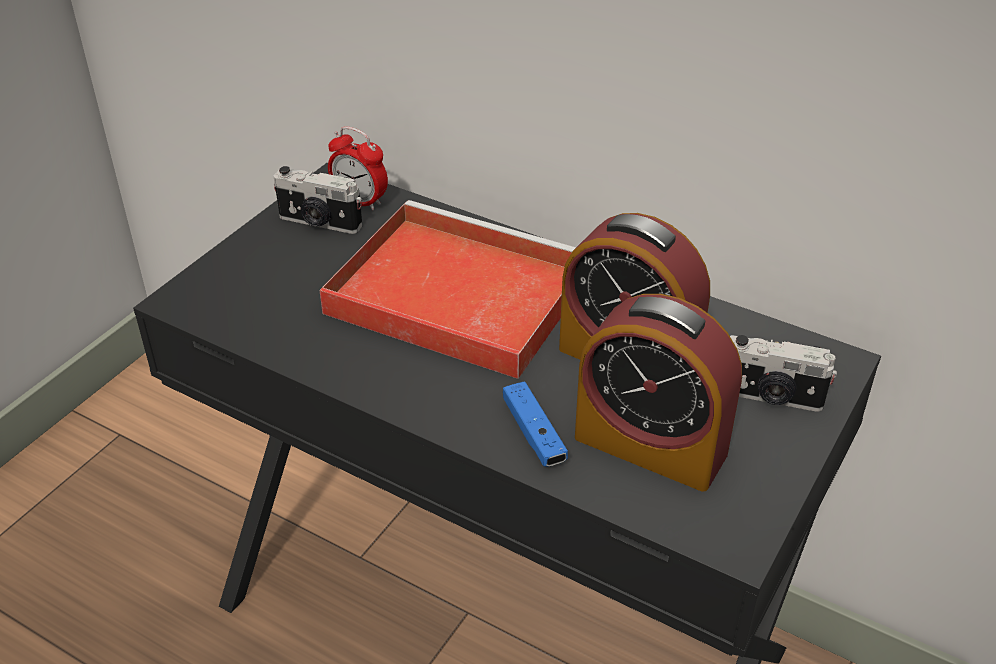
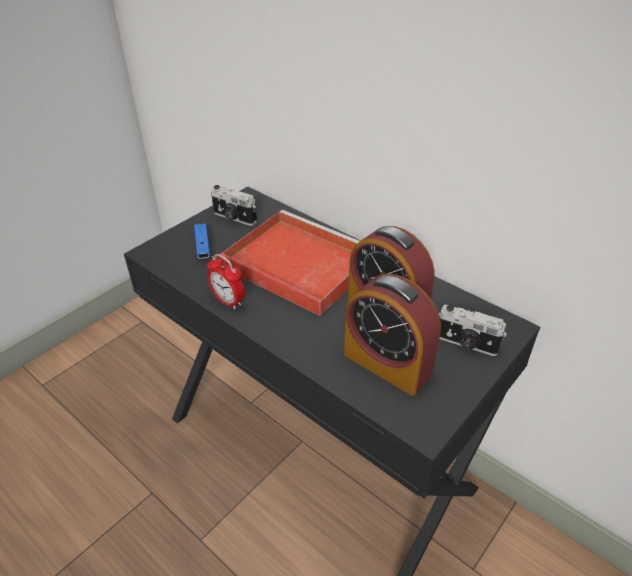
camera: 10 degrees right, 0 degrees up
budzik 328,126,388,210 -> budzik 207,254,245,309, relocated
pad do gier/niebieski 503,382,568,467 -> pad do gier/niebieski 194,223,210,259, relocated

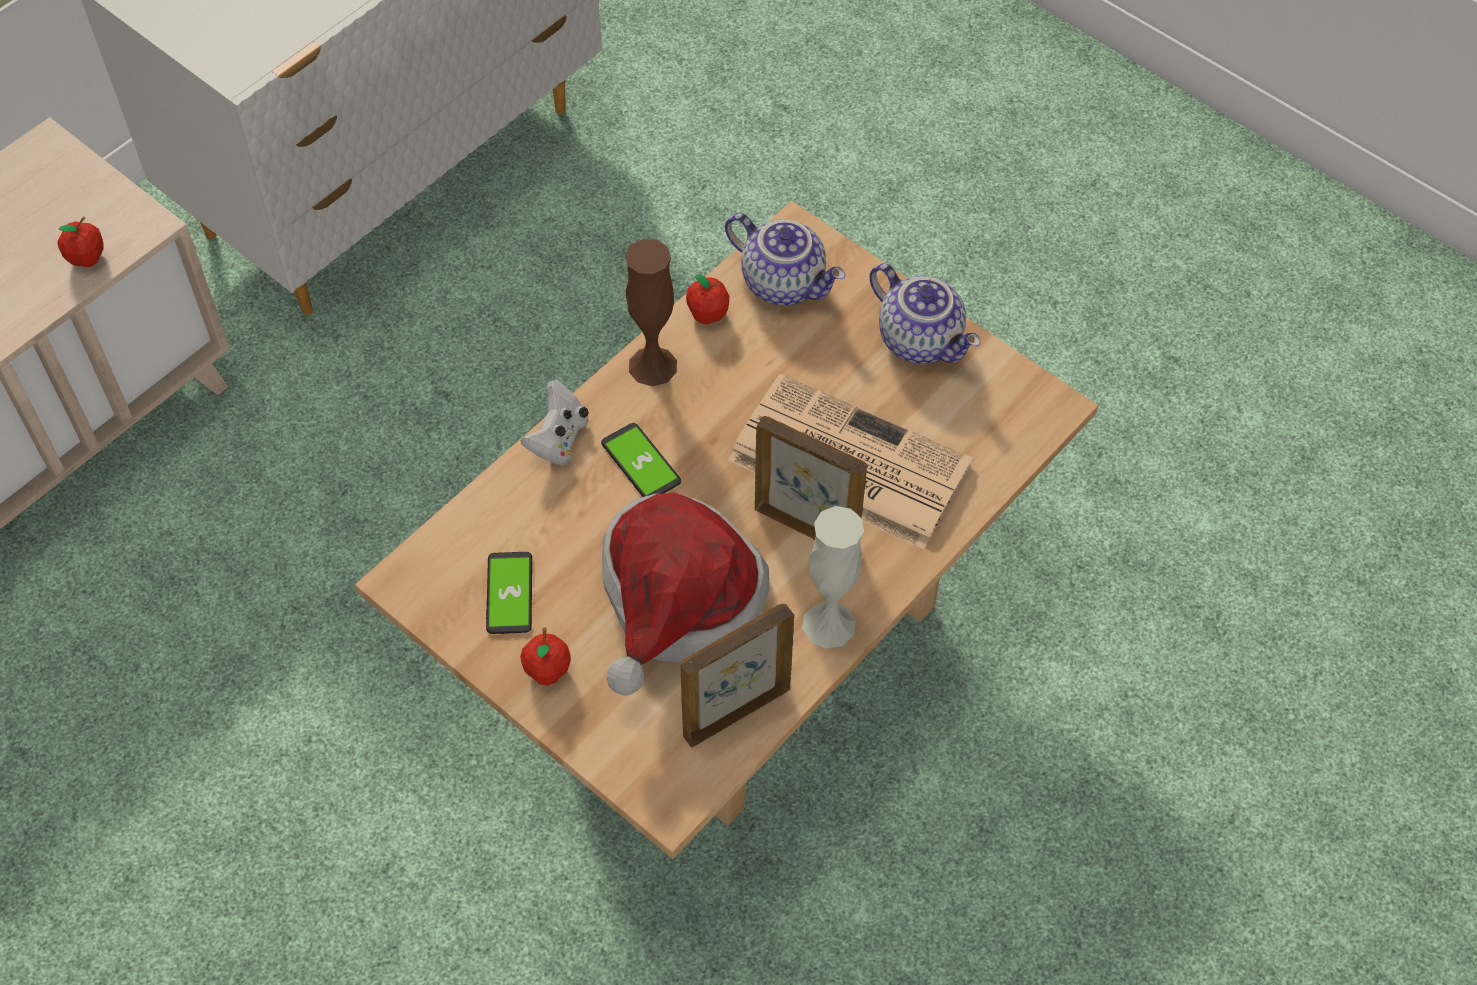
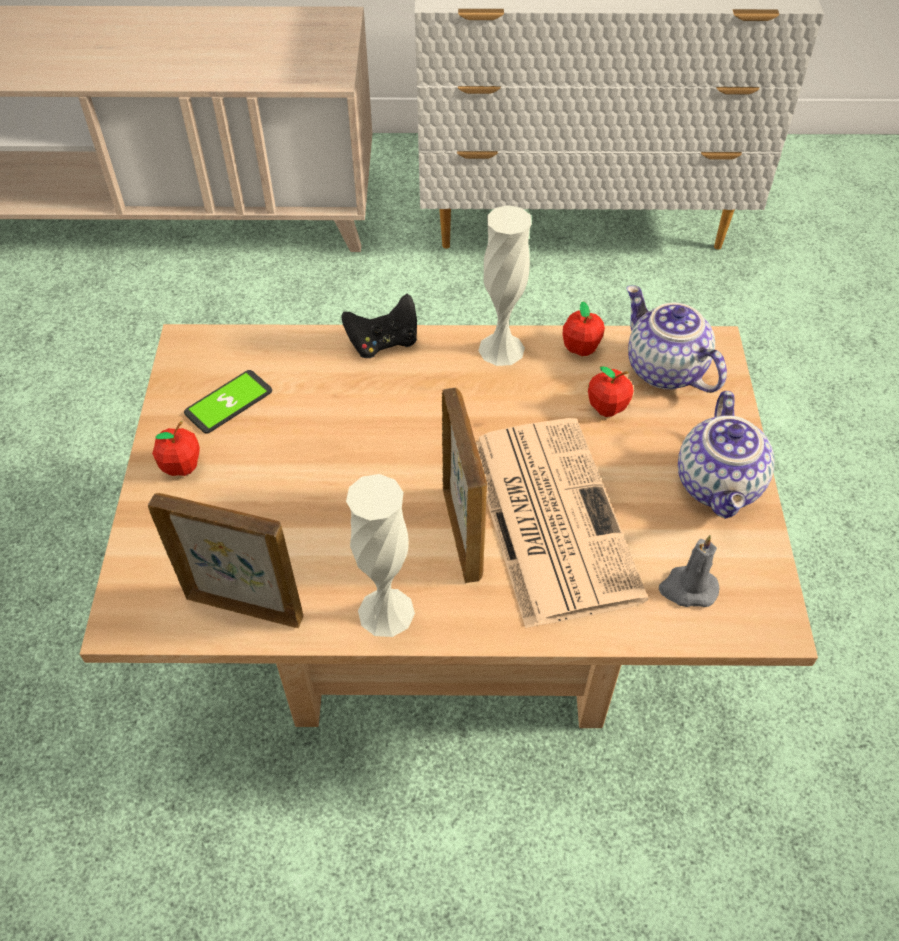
camera: 50 degrees right, 5 degrees down
jabłko 57,217,103,267 -> jabłko 588,366,634,417, relocated
pad do gier/biały 521,380,589,466 -> pad do gier/czarny 341,294,417,358
telefon 601,423,681,497 -> none
kapelusz 602,492,769,695 -> none
wazon/brązowy 625,239,677,386 -> wazon/biały 478,205,532,366
imbryk 725,213,845,305 -> imbryk 626,285,727,393, 150 degrees clockwise
none -> świeca/szary 659,535,719,607

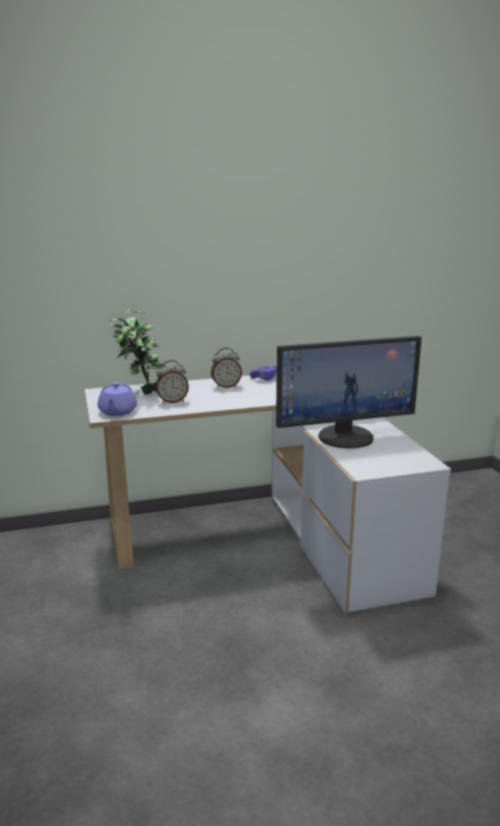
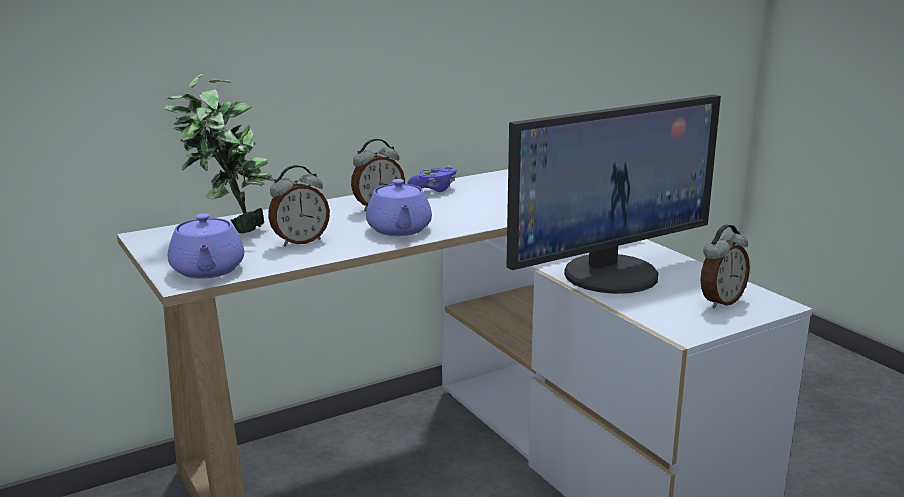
camera: 15 degrees left, 0 degrees up
none -> imbryk/fioletowy 366,179,432,236
none -> budzik 701,224,750,309

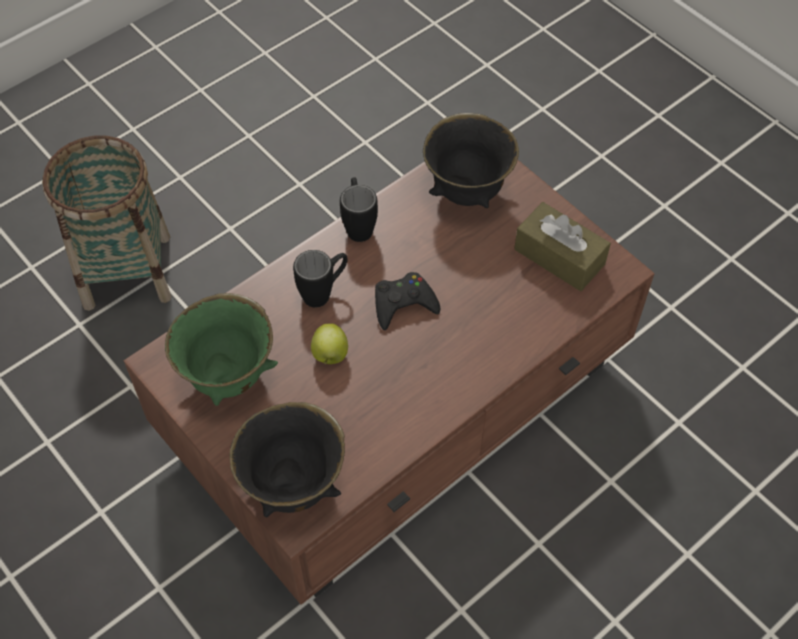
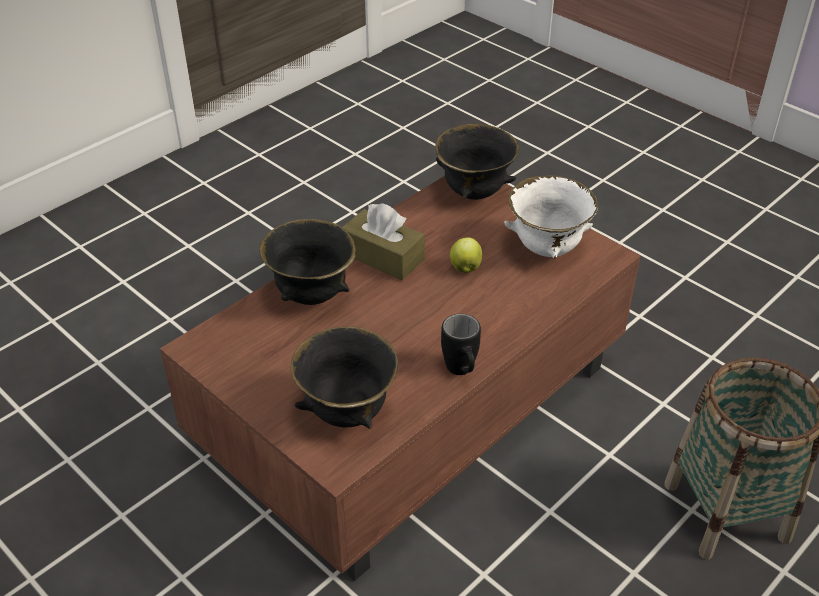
camera: 175 degrees right, 15 degrees down
miska/zielony 165,293,278,406 -> miska/biały 504,175,598,259
kubek/czarny 293,250,348,308 -> none
pad do gier/czarny 375,272,441,330 -> none
pudełko chusteczek/brązowy 514,202,611,291 -> pudełko chusteczek/brązowy 342,203,425,280, relocated
none -> miska/czarny 260,219,356,305

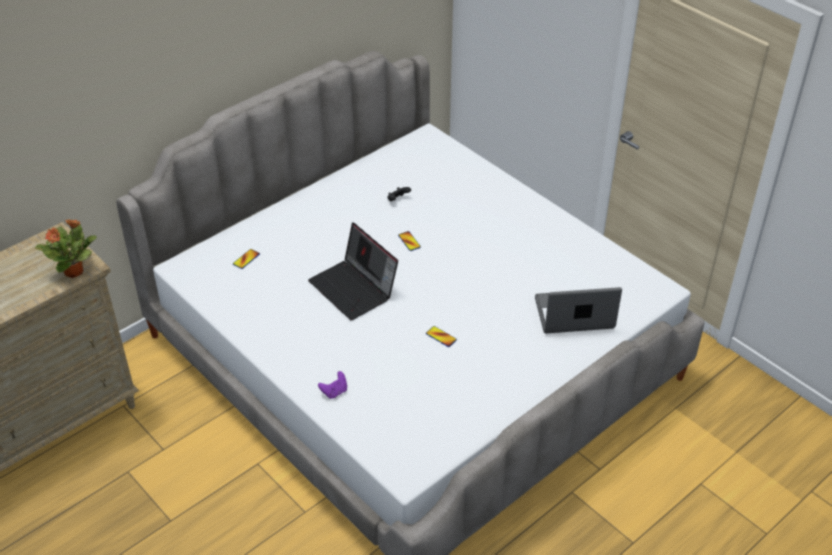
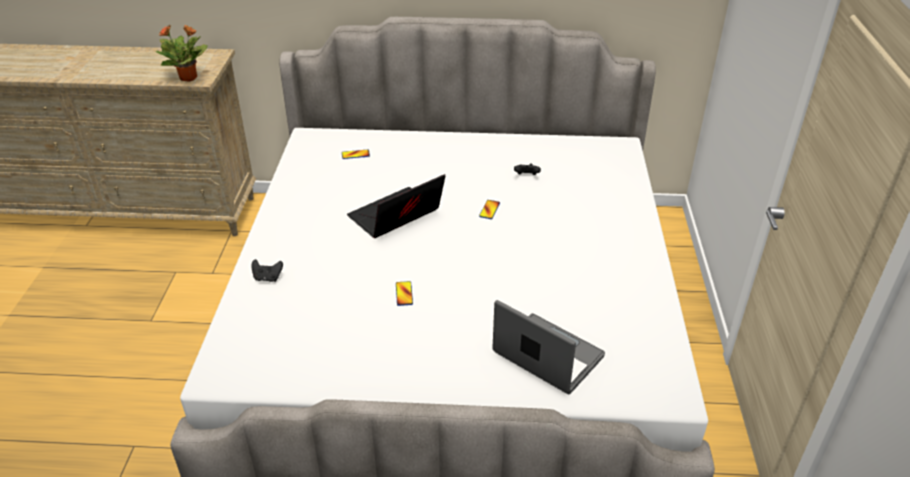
camera: 45 degrees right, 5 degrees down
laptop 308,222,398,320 -> laptop 347,174,445,238, 45 degrees clockwise
pad do gier/fioletowy 318,371,347,399 -> pad do gier/czarny 252,259,283,282

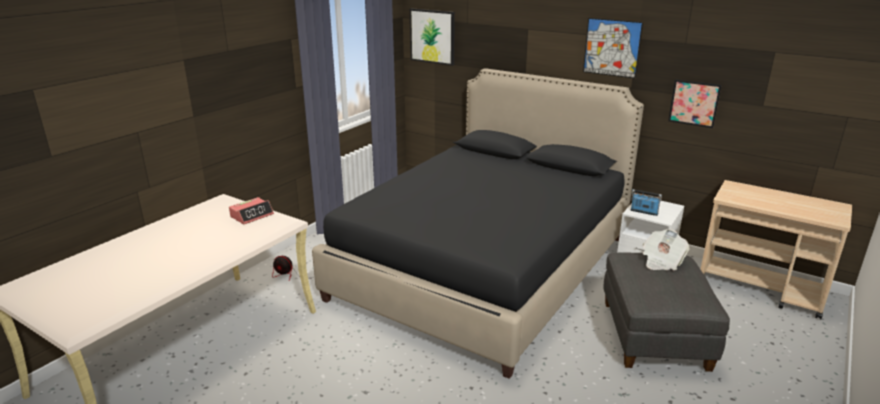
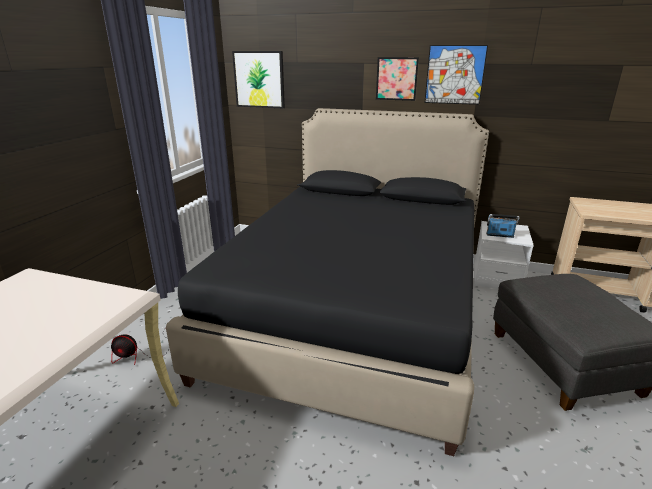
camera: 15 degrees left, 0 degrees up
budzik 229,197,274,225 -> none
gazeta 643,229,690,270 -> none
obraz 668,79,722,128 -> obraz 376,57,419,101, relocated

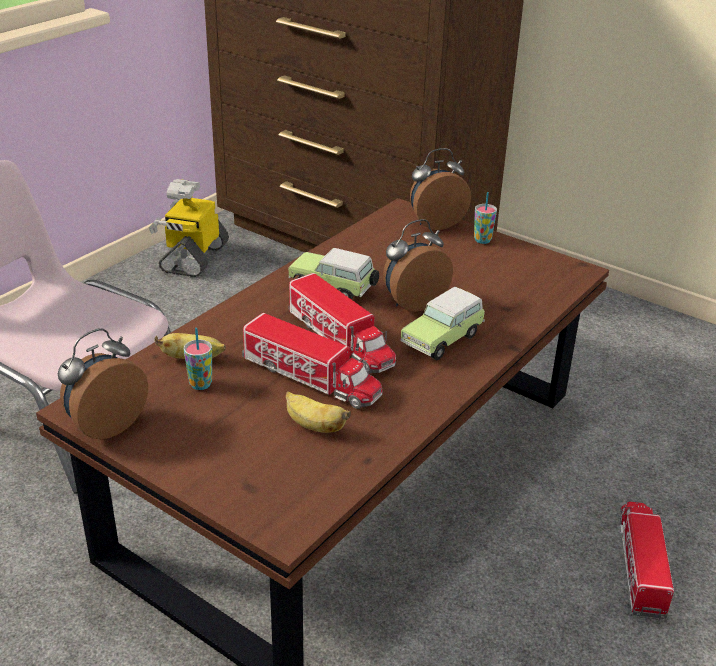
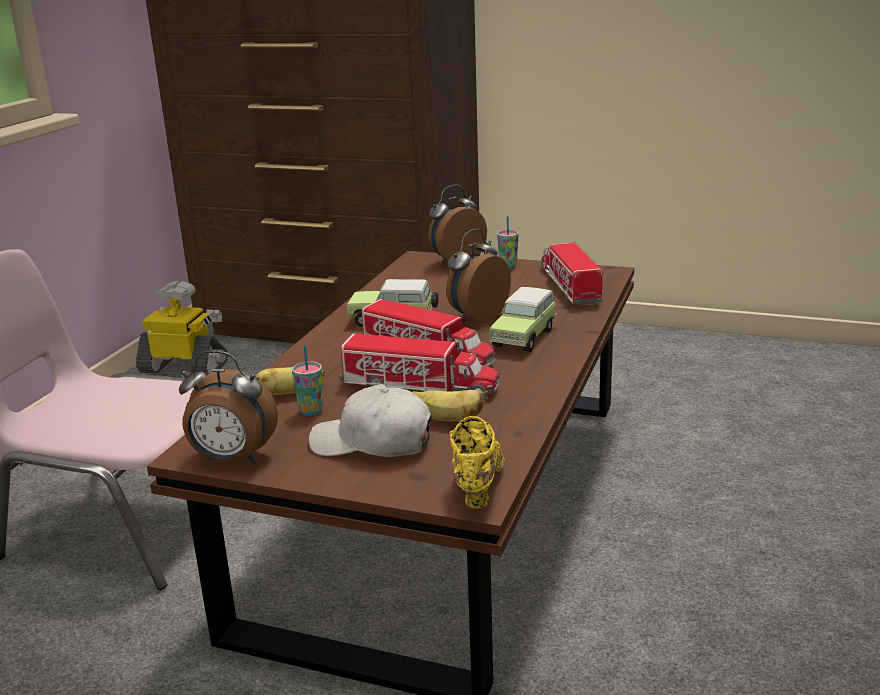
camera: 15 degrees left, 10 degrees down
budzik 58,328,148,439 -> budzik 179,350,278,464, 105 degrees counterclockwise
robot zabawkowy 149,179,229,277 -> robot zabawkowy 136,281,228,376, 105 degrees clockwise
ciężarówka zabawkowa 620,501,674,620 -> ciężarówka zabawkowa 542,241,603,306, relocated
none -> czapka z daszkiem/biały 309,384,432,457
none -> but/żółty 449,416,505,509

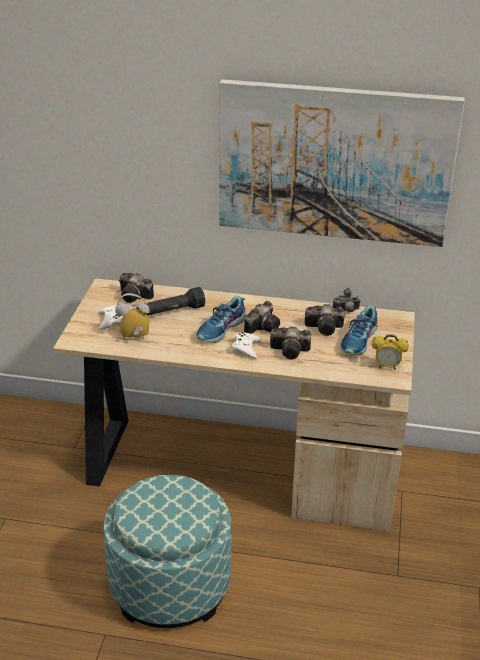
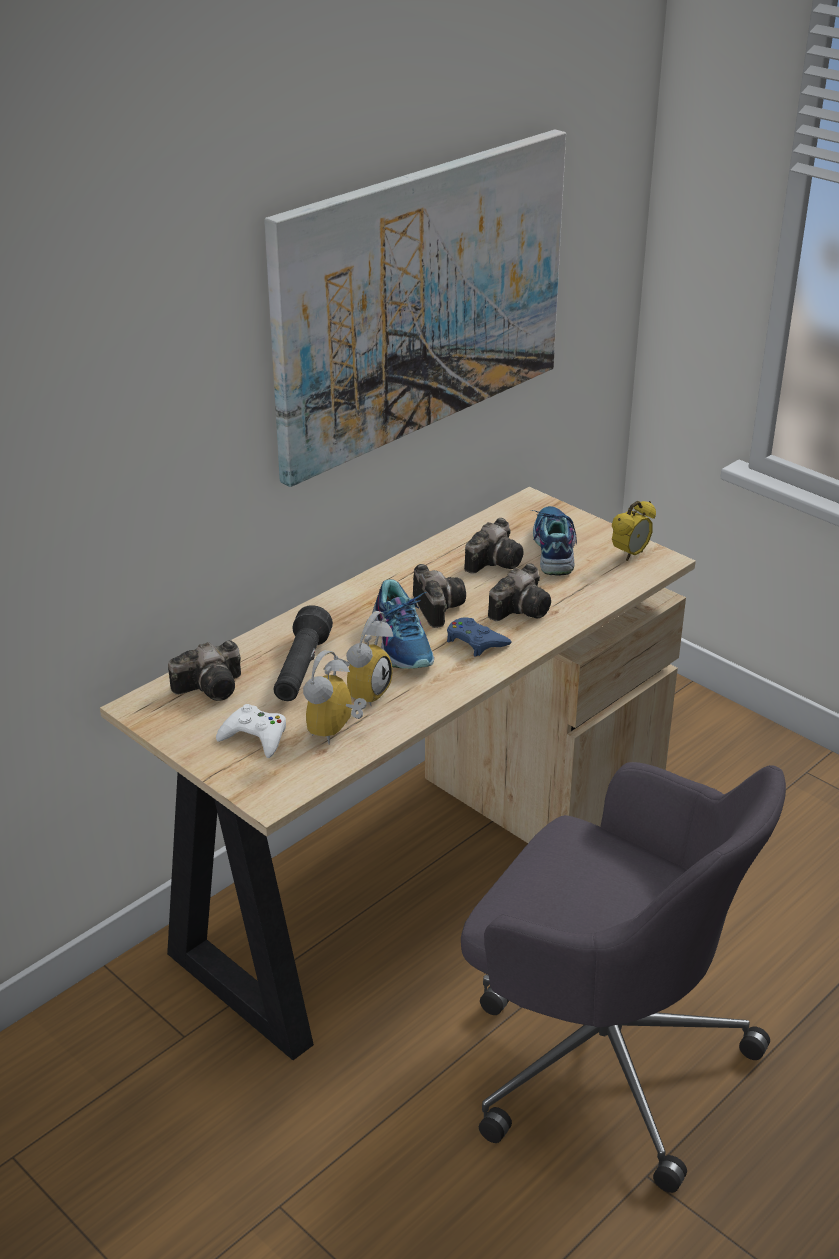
camera: 55 degrees left, 0 degrees up
pufa 104,475,232,628 -> krzesło biurowe/szary 461,762,786,1193
pad do gier/biały 232,332,262,359 -> pad do gier/niebieski 447,617,512,657
aparat fotograficzny 333,288,361,313 -> none
but 340,305,378,355 -> but 532,506,577,576, 150 degrees counterclockwise
none -> budzik 334,611,393,706

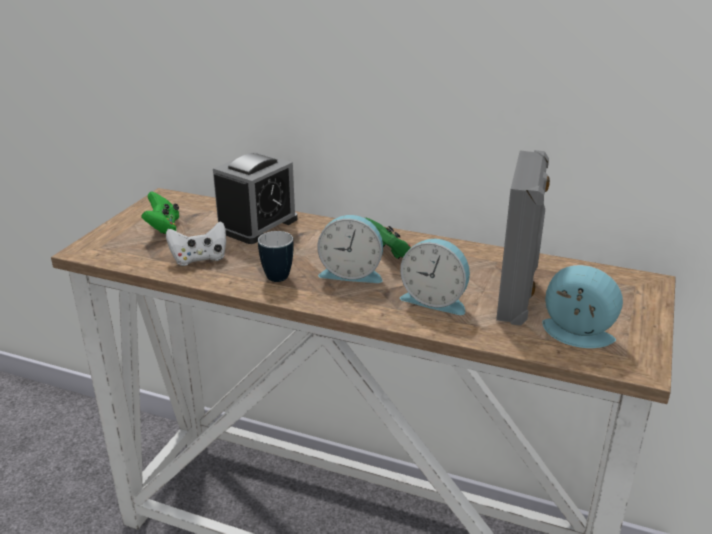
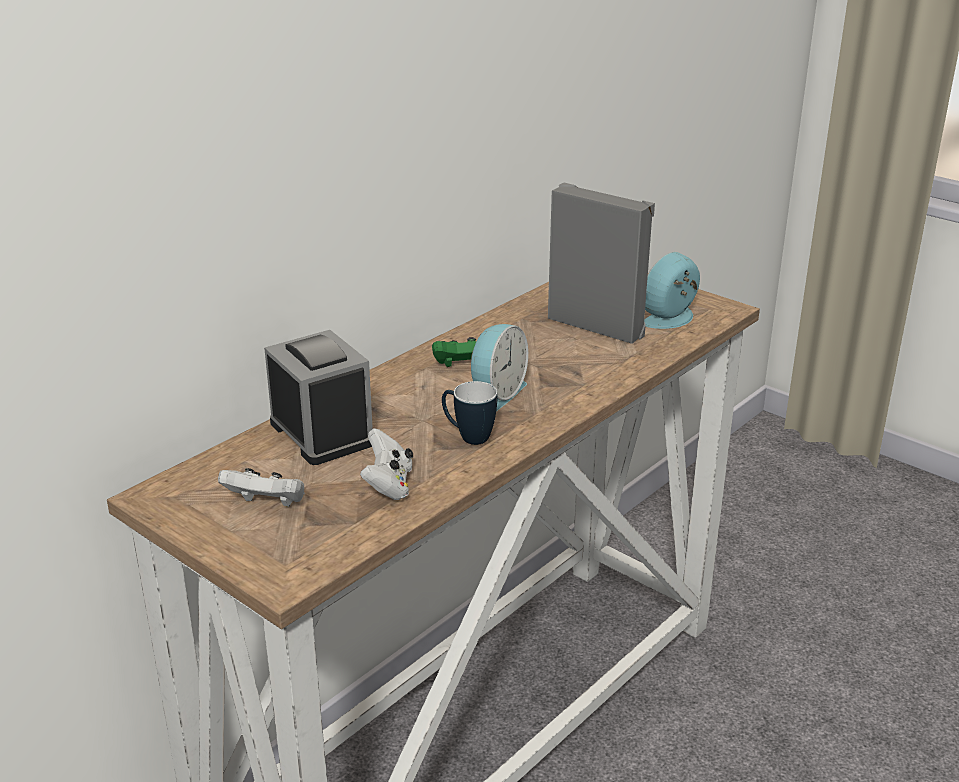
camera: 70 degrees left, 0 degrees up
pad do gier/zielony 141,191,179,234 -> pad do gier/biały 218,468,305,507
budzik 400,239,470,315 -> none

